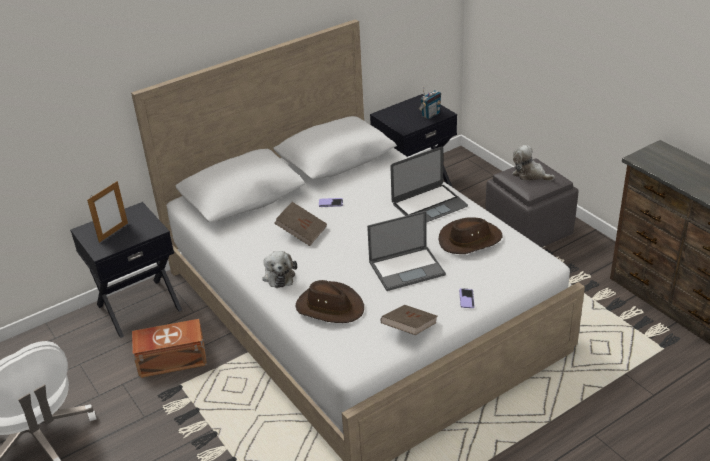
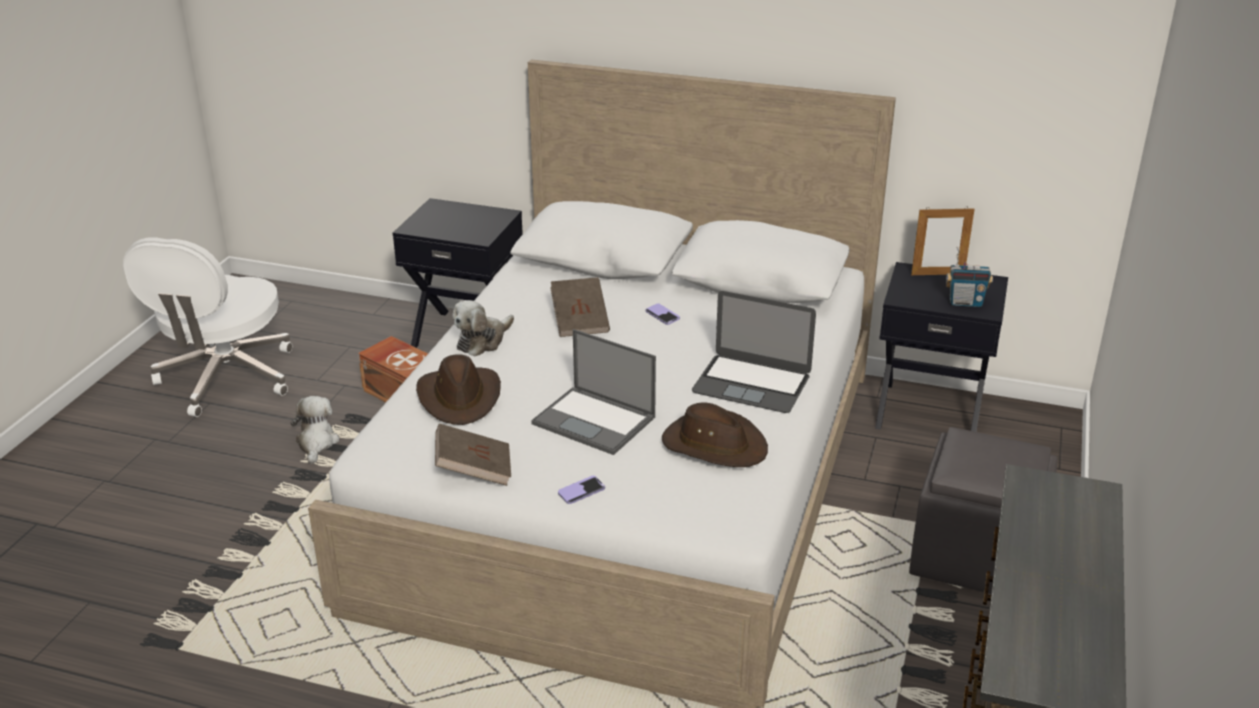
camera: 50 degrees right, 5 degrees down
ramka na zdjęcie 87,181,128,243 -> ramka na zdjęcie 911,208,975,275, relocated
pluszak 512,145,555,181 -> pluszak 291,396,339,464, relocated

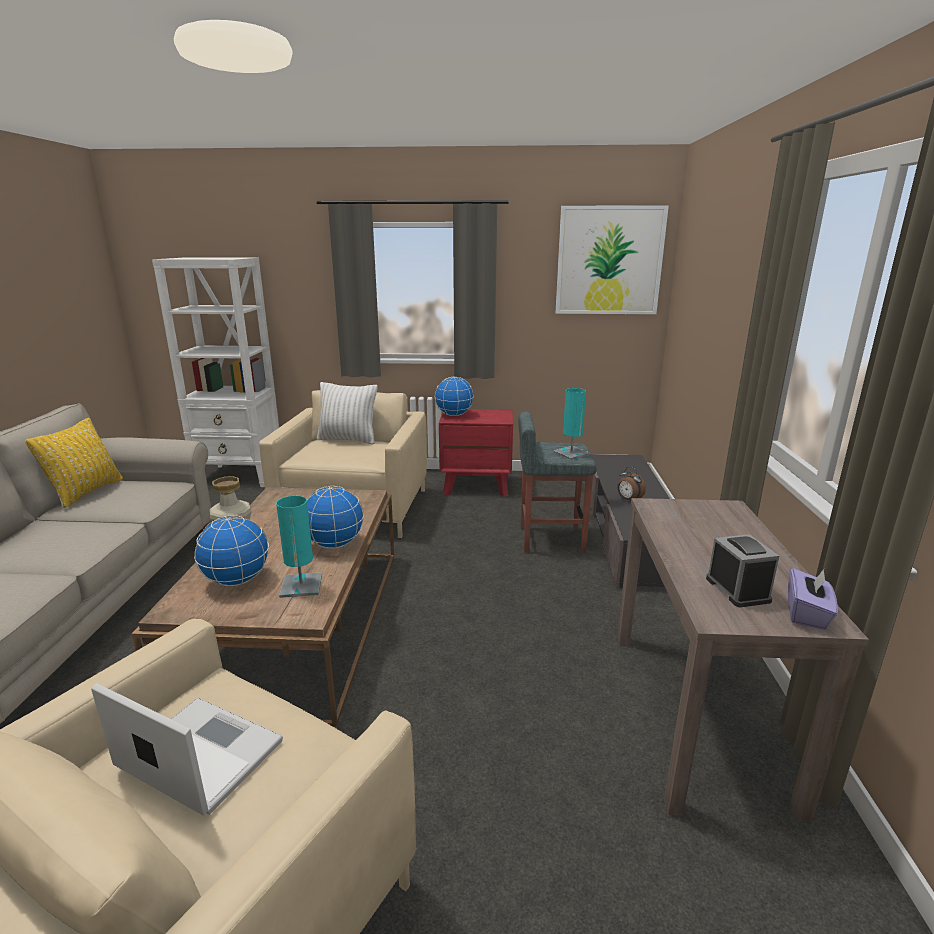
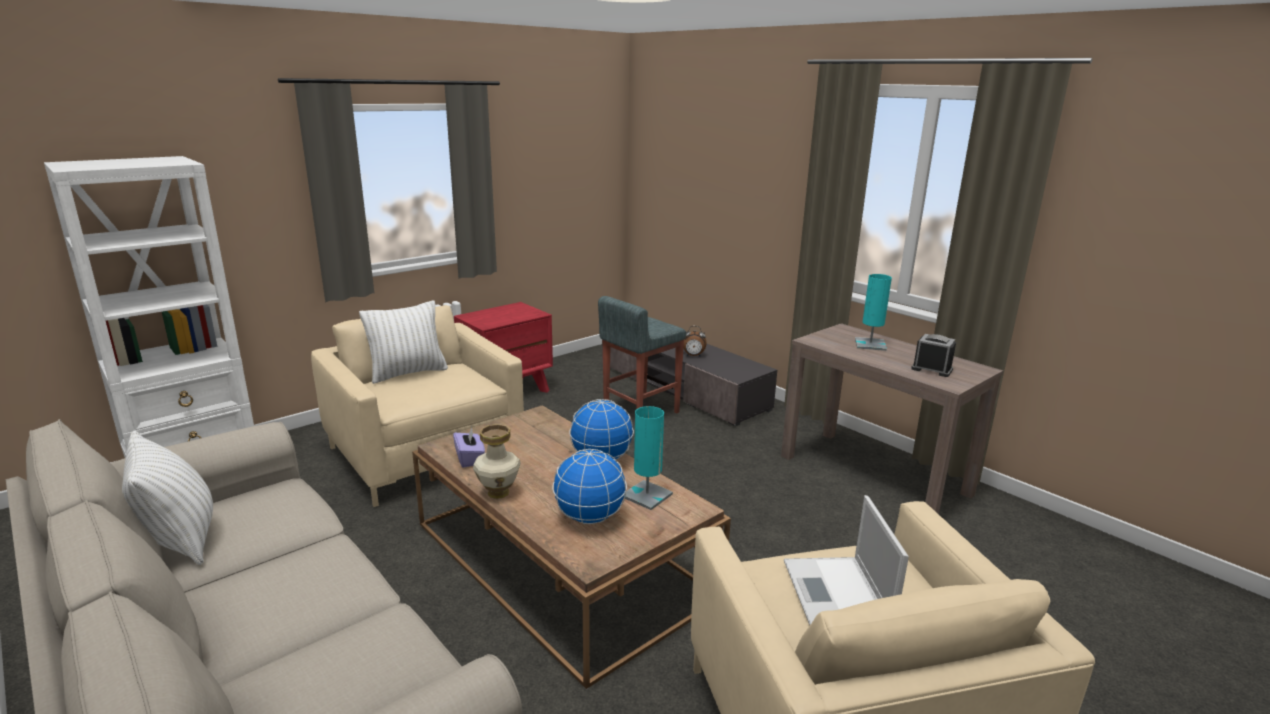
camera: 45 degrees left, 0 degrees up
poduszka/żółty 25,418,123,508 -> poduszka/biały 122,431,213,565
laptop 91,683,283,815 -> laptop 784,495,909,625, 75 degrees counterclockwise
globus 434,377,474,416 -> none
lampa stołowa/turkusowy 553,388,590,460 -> lampa stołowa/turkusowy 855,274,892,351, relocated
obraz 555,205,669,314 -> none
pudełko chusteczek/fioletowy 788,568,838,630 -> pudełko chusteczek/fioletowy 453,427,485,468, relocated

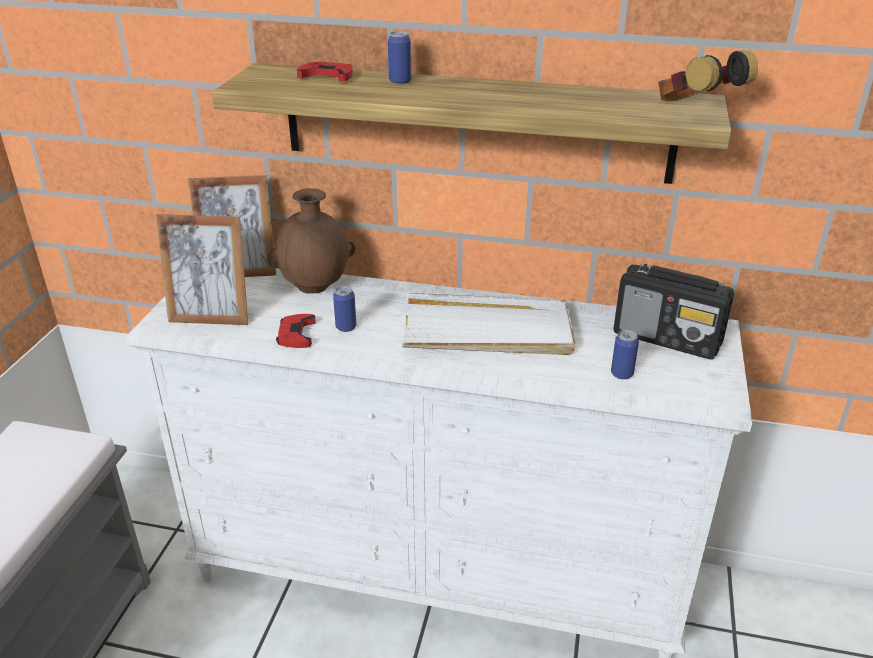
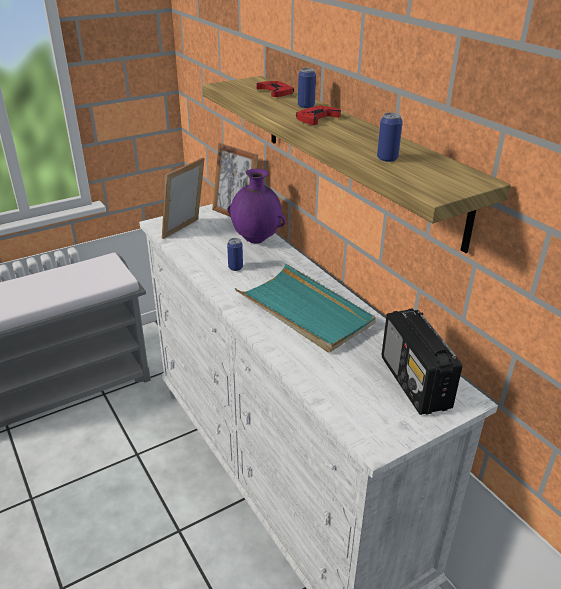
camera: 45 degrees right, 0 degrees up
ramka na zdjęcie 156,214,248,325 -> ramka na zdjęcie 162,158,205,239, 75 degrees clockwise
wazon/brązowy 267,188,356,294 -> wazon/fioletowy 228,169,286,244
pad do gier/czerwony 276,314,316,348 -> pad do gier/czerwony 296,106,341,125, relocated
taca/biały 402,293,575,355 -> taca/turkusowy 235,264,376,353
puszka 611,330,639,380 -> puszka 377,112,403,162, relocated
słuchawki 658,50,758,101 -> none

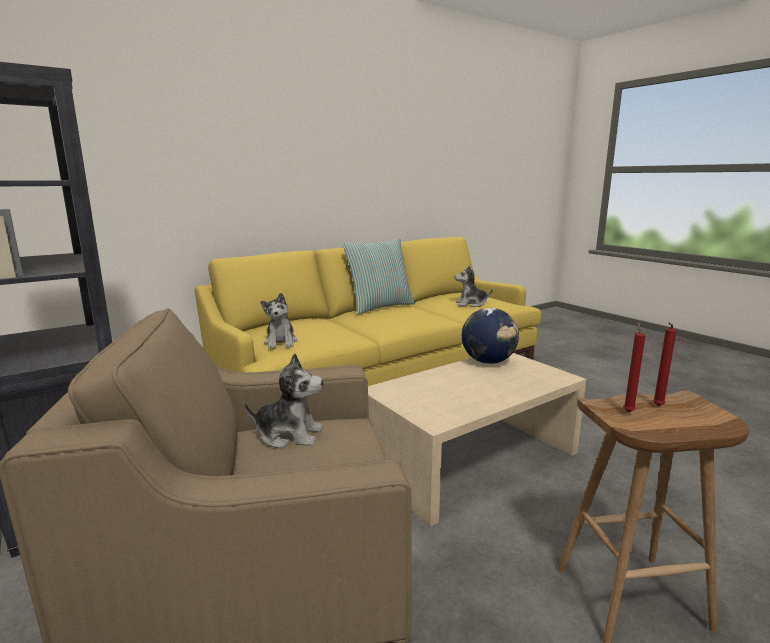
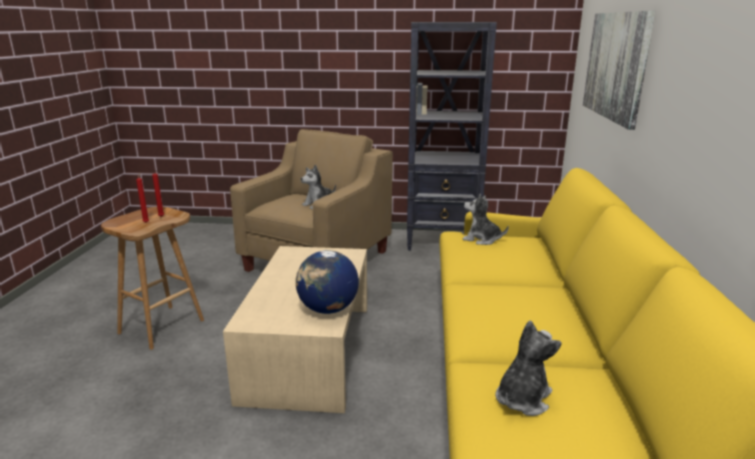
camera: 130 degrees right, 5 degrees up
poduszka 342,238,415,315 -> none
none -> obraz 583,11,655,130

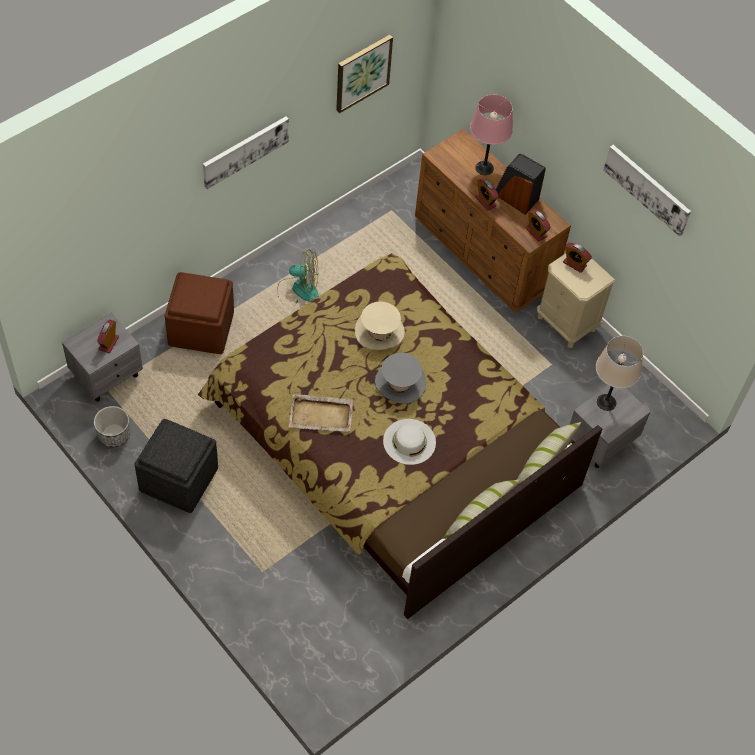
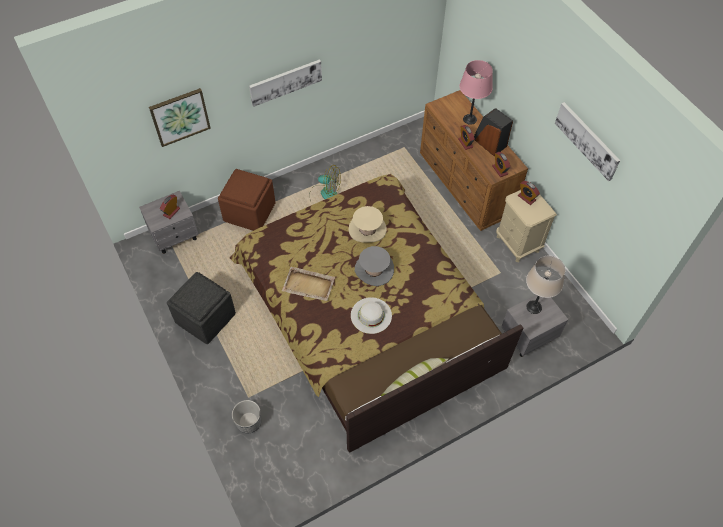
camera: 15 degrees right, 0 degrees up
donica 94,406,130,448 -> donica 232,400,261,433, relocated
obraz 336,35,393,113 -> obraz 149,88,211,147, relocated
poduszka 517,422,581,485 -> none

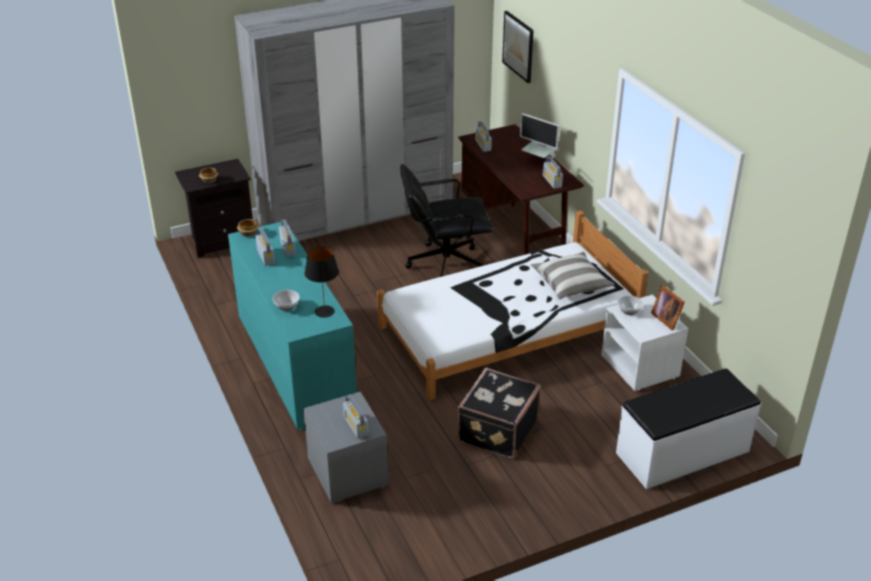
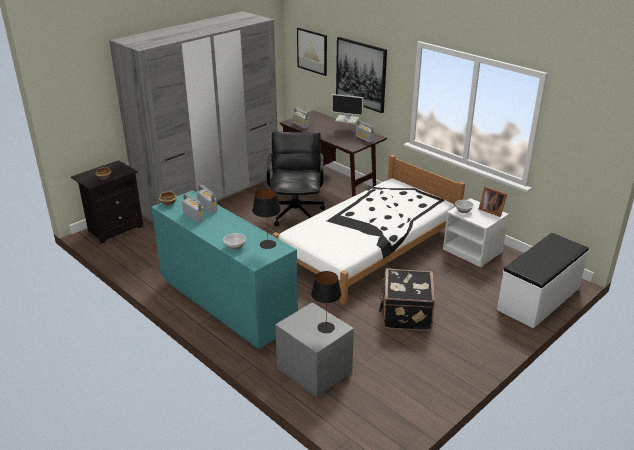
camera: 20 degrees left, 5 degrees down
radio 343,395,368,439 -> lampa stołowa/czarny 311,271,342,333
krzesło biurowe/czarny 400,164,493,277 -> krzesło biurowe/czarny 267,131,325,226, 120 degrees clockwise
poduszka 531,252,615,299 -> none
none -> obraz 336,37,387,113

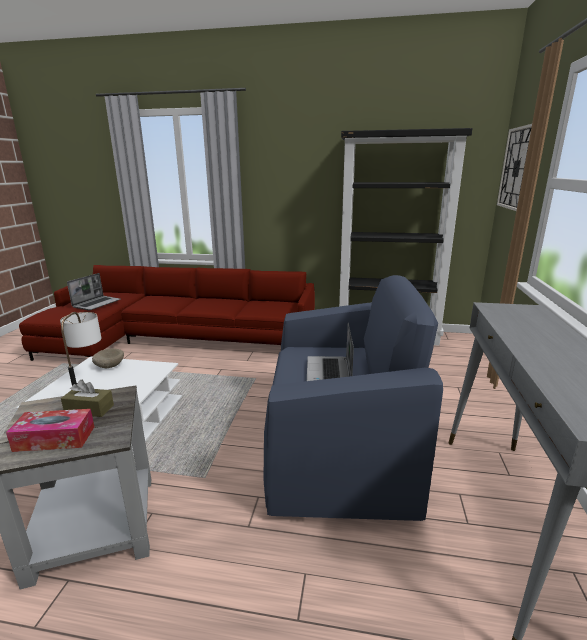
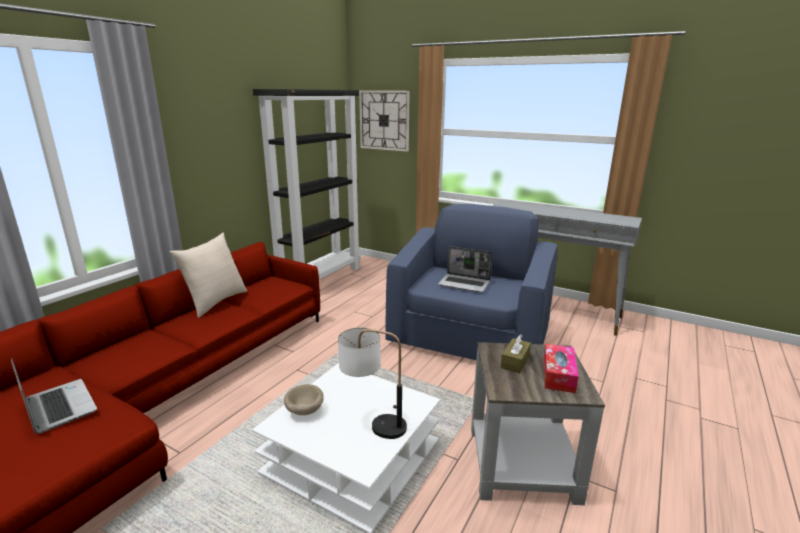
camera: 70 degrees left, 0 degrees up
none -> poduszka/beżowy 169,233,247,318

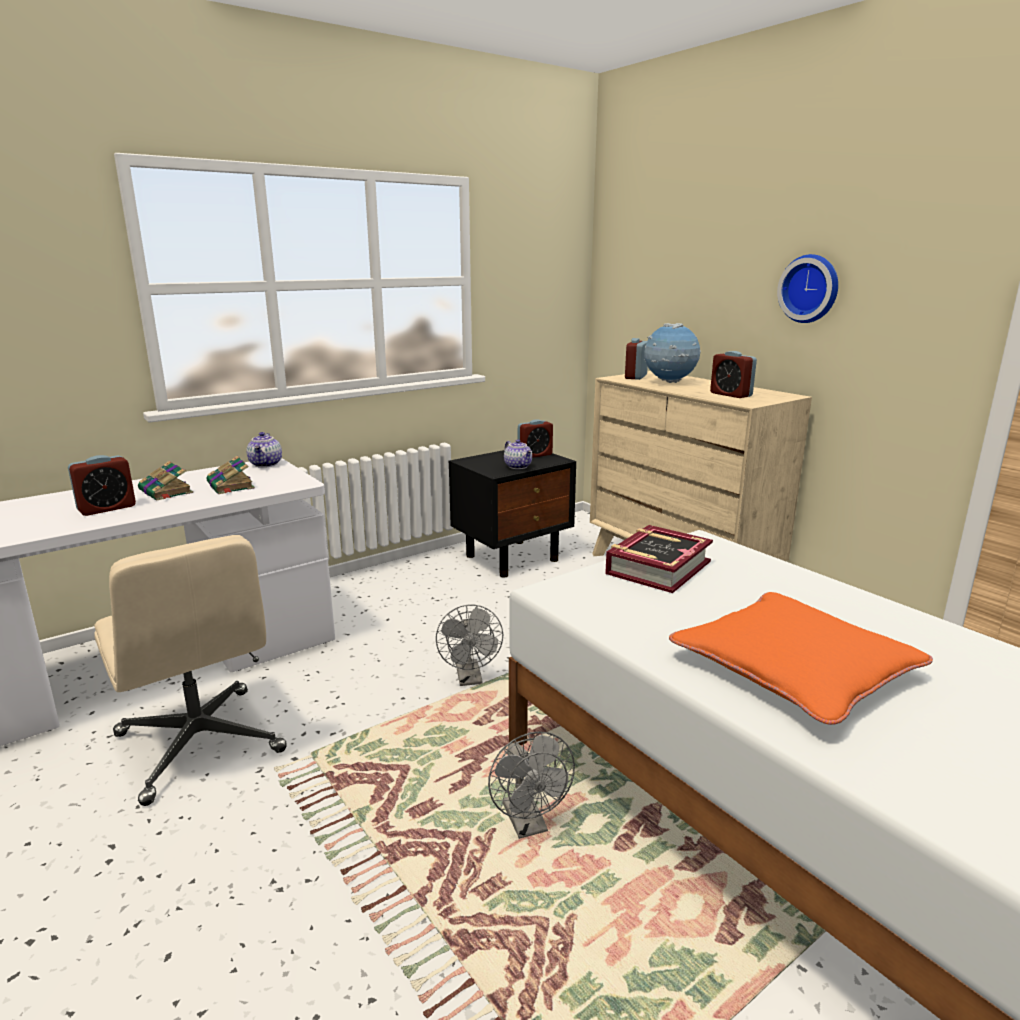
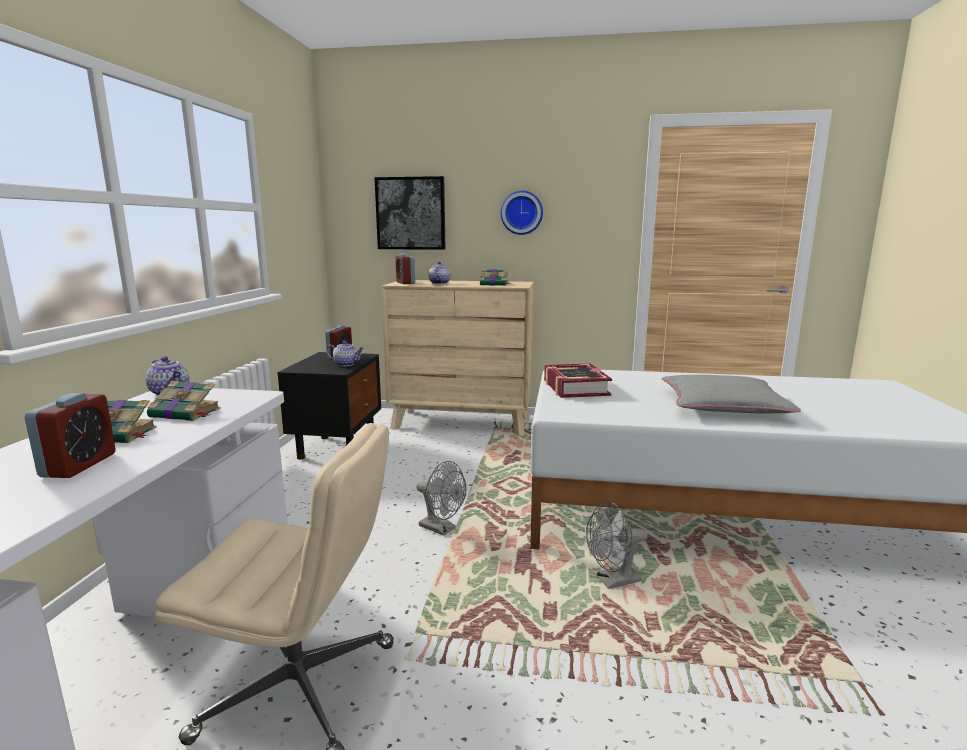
camera: 45 degrees left, 5 degrees down
wentylator/szary 488,732,575,839 -> wentylator/szary 586,501,648,589, 135 degrees clockwise
globus 644,323,701,383 -> imbryk 428,262,450,284
poduszka/pomarańczowy 669,592,933,725 -> poduszka/szary 662,375,801,414
budzik 710,351,757,398 -> książka 480,269,512,286
none -> obraz 374,176,445,250

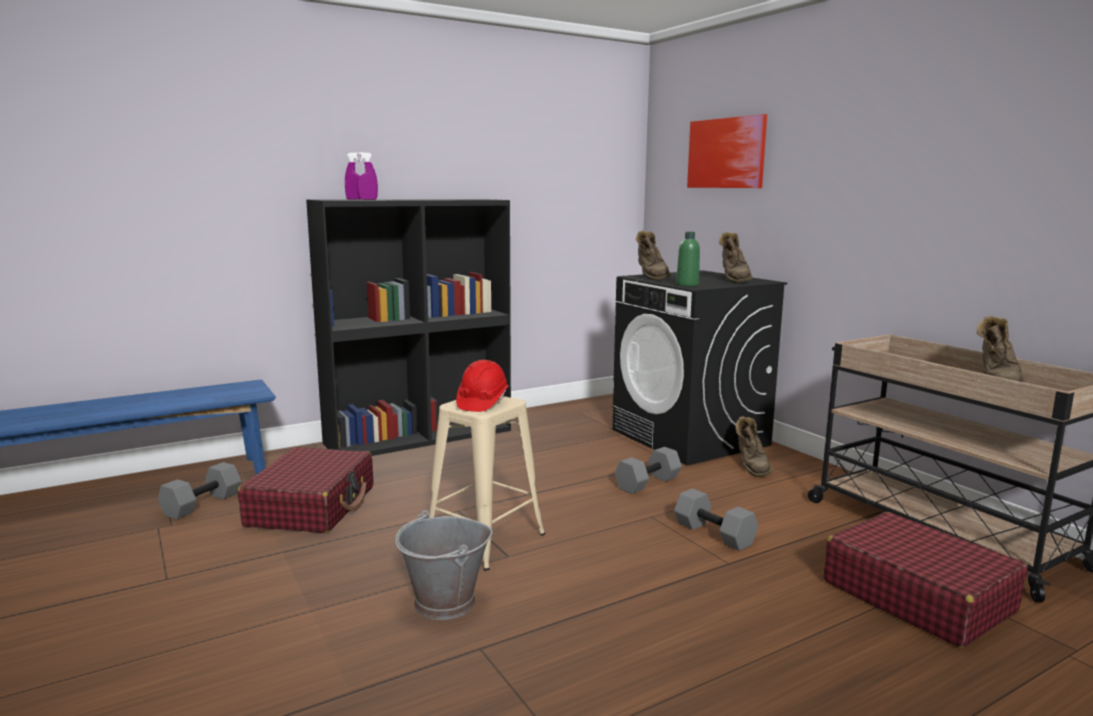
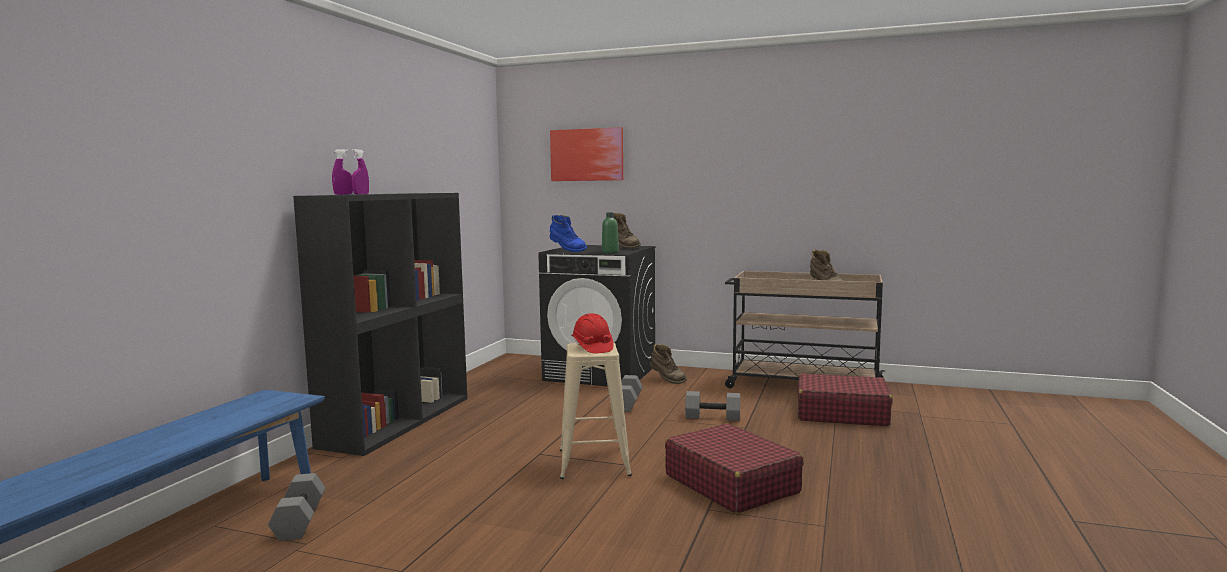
camera: 40 degrees left, 5 degrees down
walizka/czerwony 238,447,373,533 -> walizka/czerwony 665,424,804,513, relocated
wiadro/szary 395,510,493,620 -> none
but z cholewką/brązowy 636,231,671,280 -> but z cholewką/niebieski 549,214,587,252

